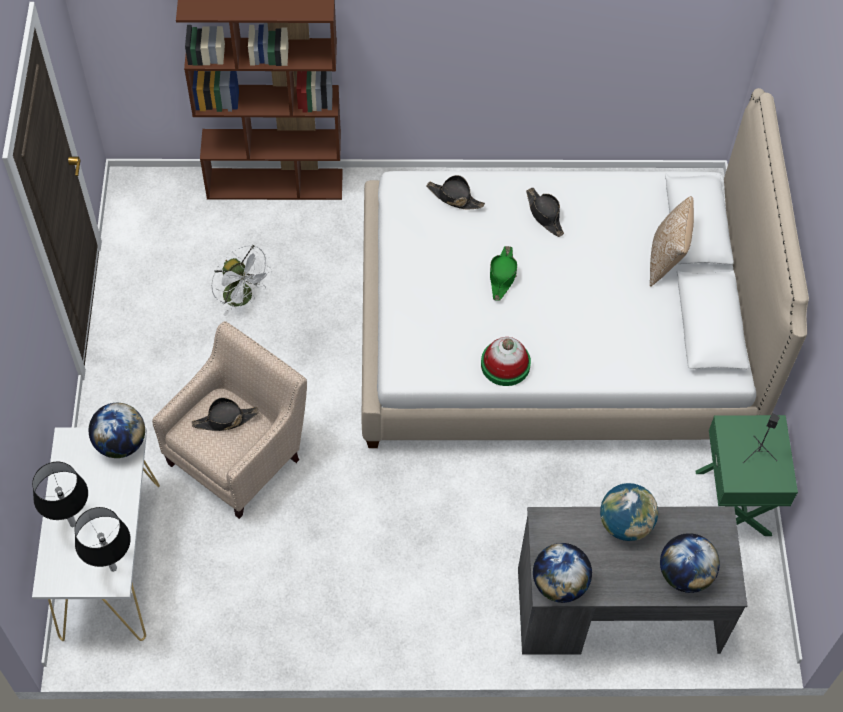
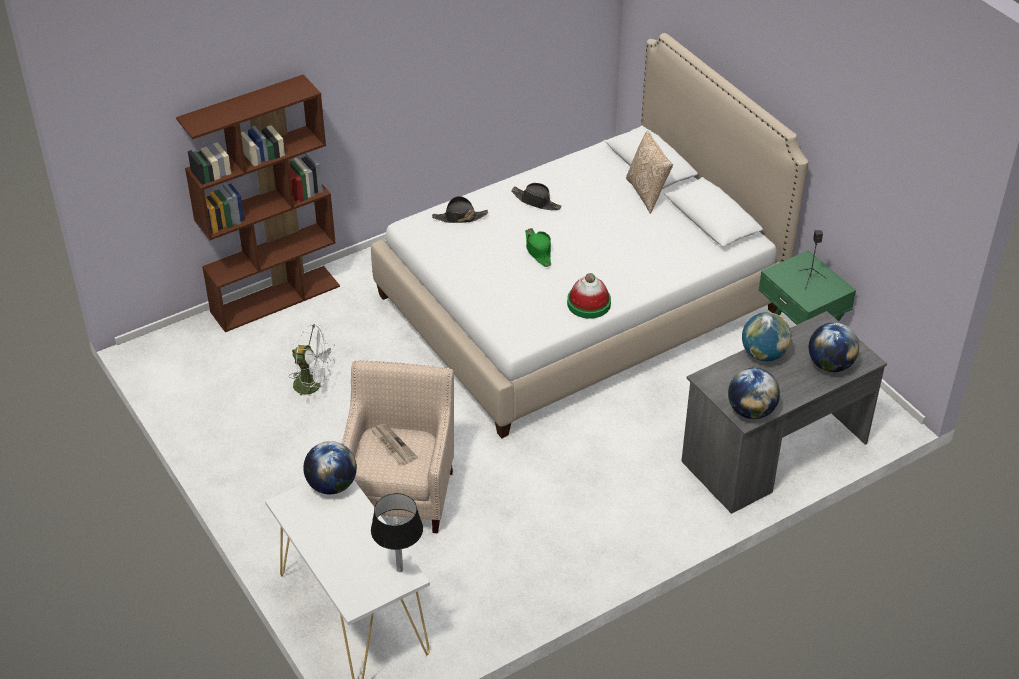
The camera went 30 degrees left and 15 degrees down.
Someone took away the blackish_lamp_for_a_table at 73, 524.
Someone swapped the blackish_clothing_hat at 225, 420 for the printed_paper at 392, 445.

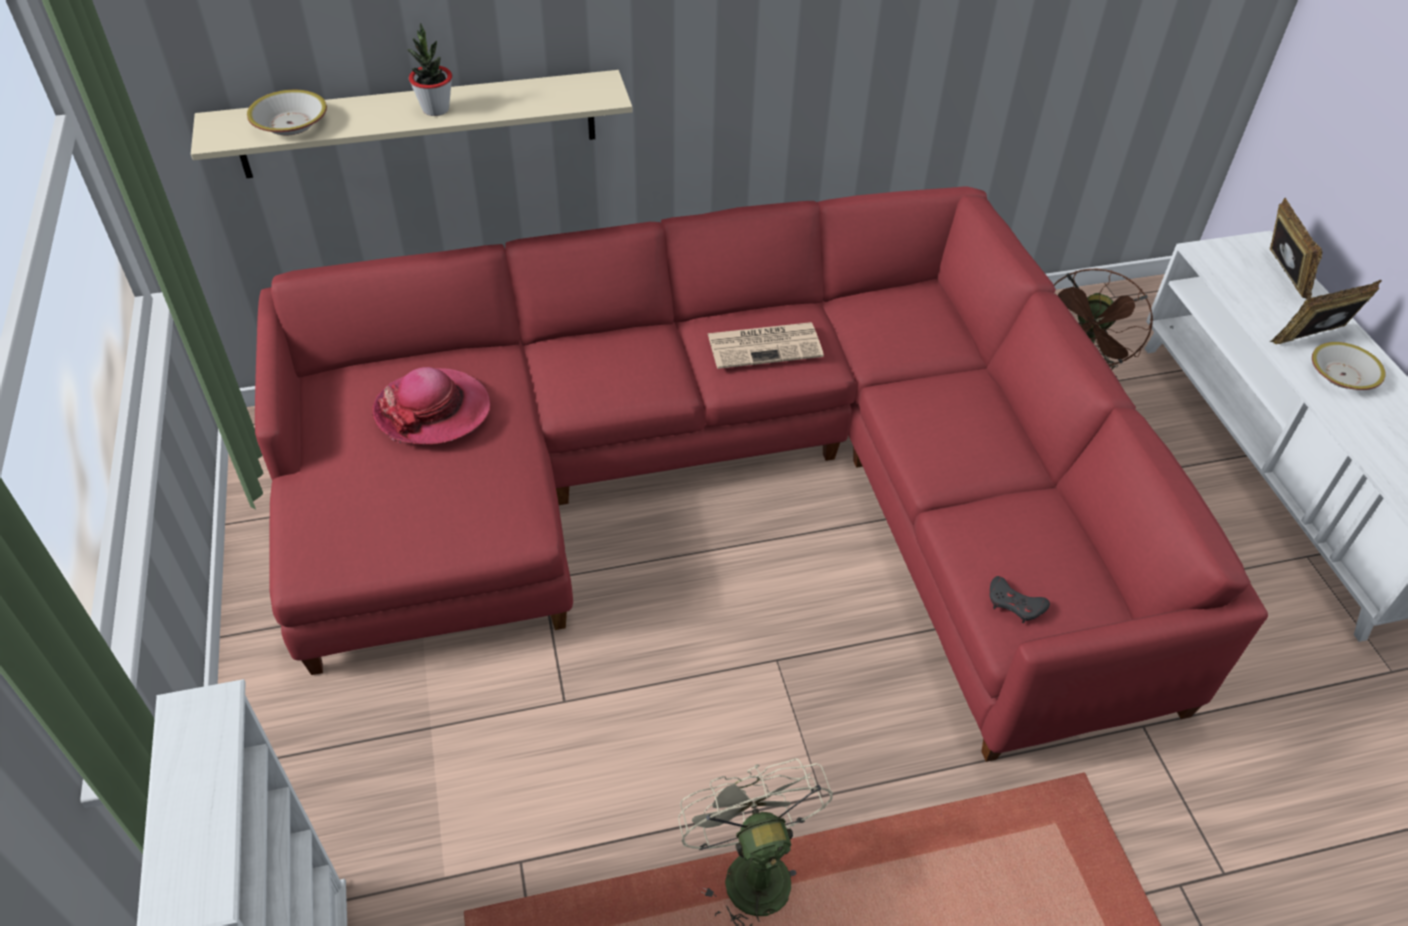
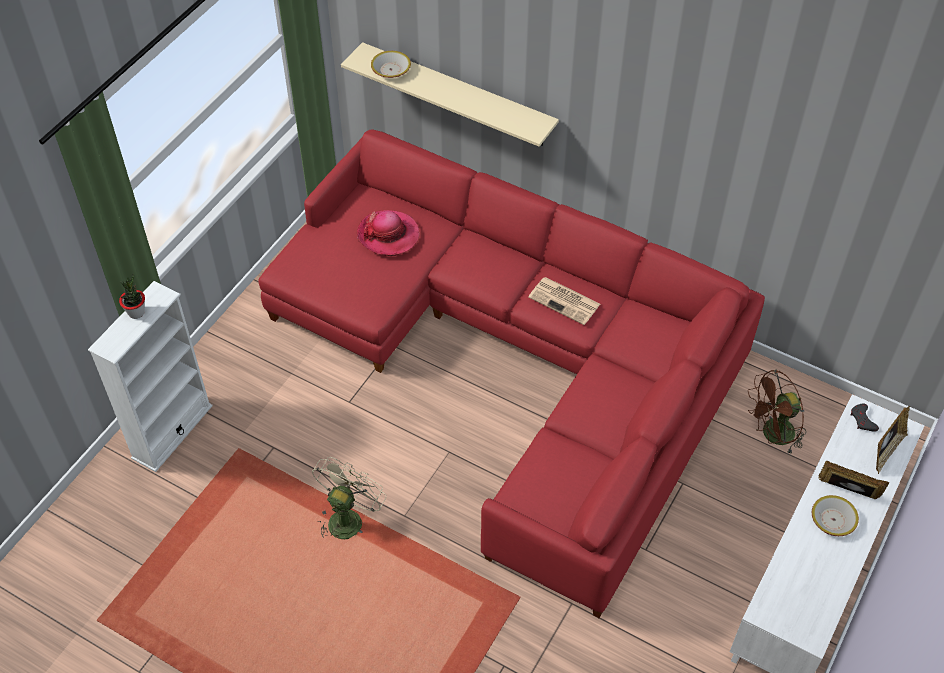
The camera went 45 degrees right and 5 degrees up.
Someone carried the potted_plant from 435, 109 to 136, 312.
Someone carried the grey_gamepad from 1015, 604 to 863, 420.

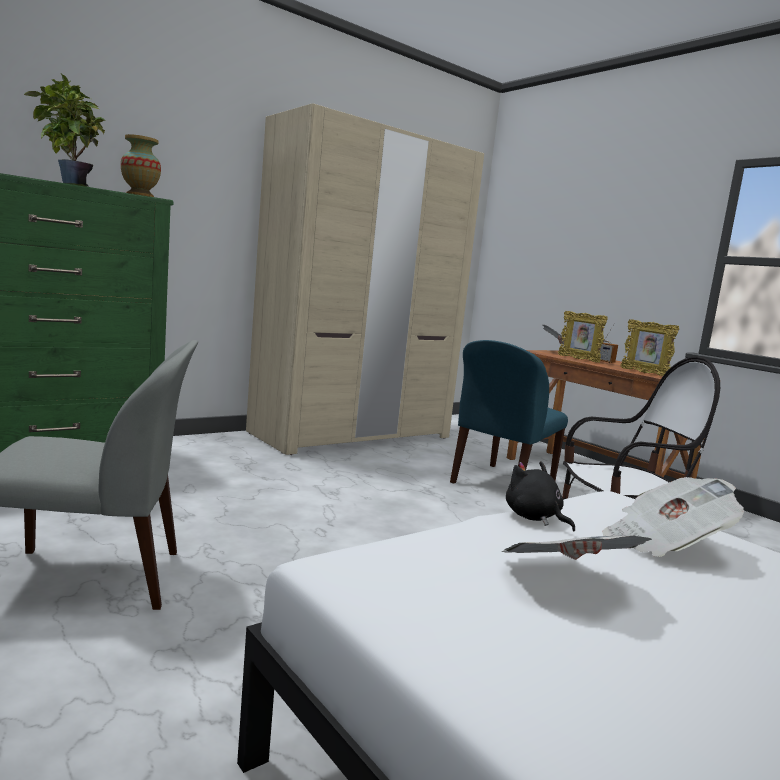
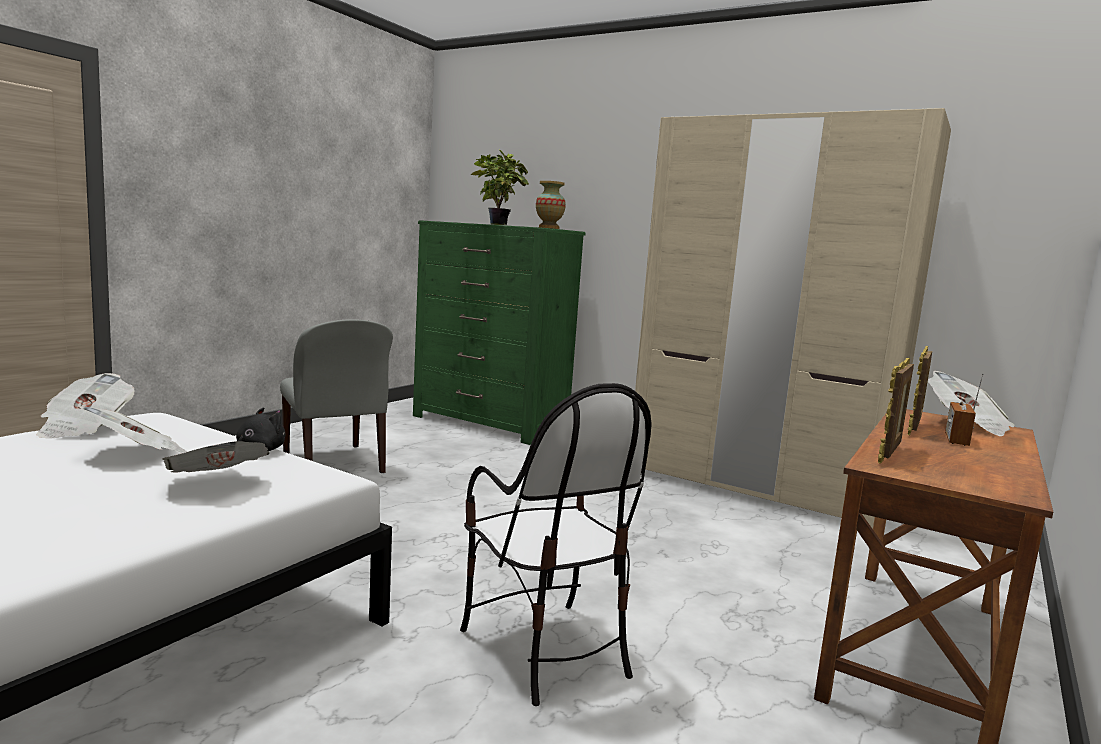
The camera went 70 degrees right and 0 degrees up.
Someone took away the blue_plain_chair at 501, 484.
Someone put down the printed_paper at 84, 428.

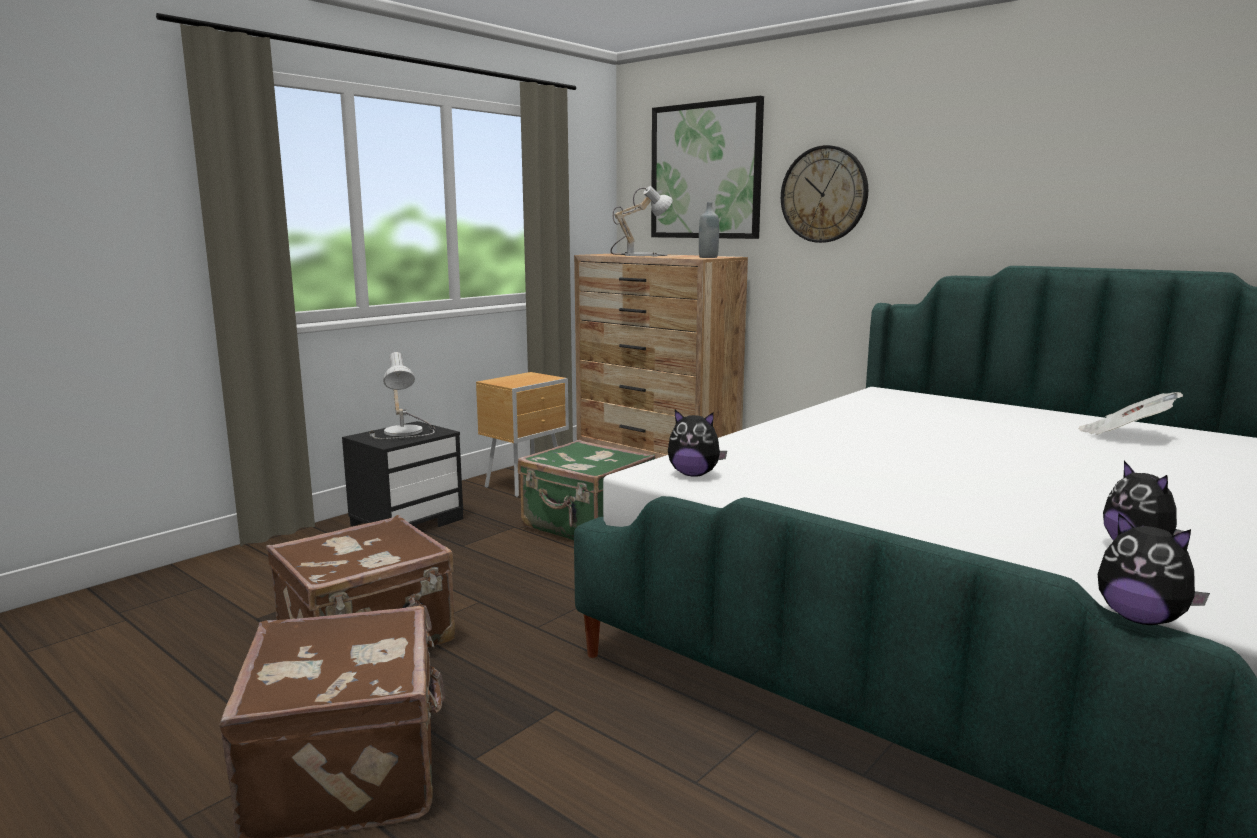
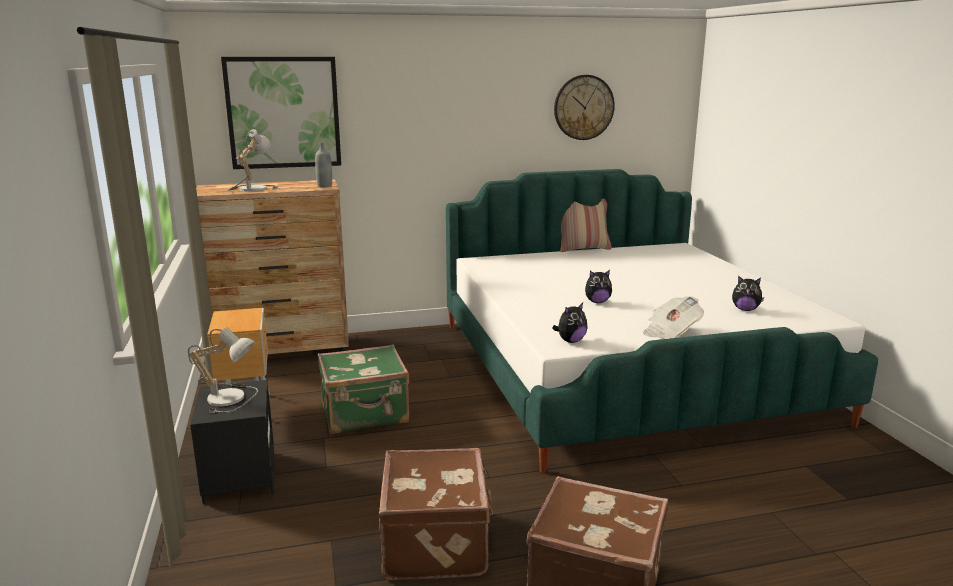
The camera went 55 degrees left and 5 degrees up.
Someone put down the pillow at 583, 249.
Someone carried the wall_clock from 824, 194 to 583, 107.
Someone carried the printed_paper from 1124, 436 to 670, 332.
Someone carried the cuddly_toy from 1141, 619 to 597, 302.

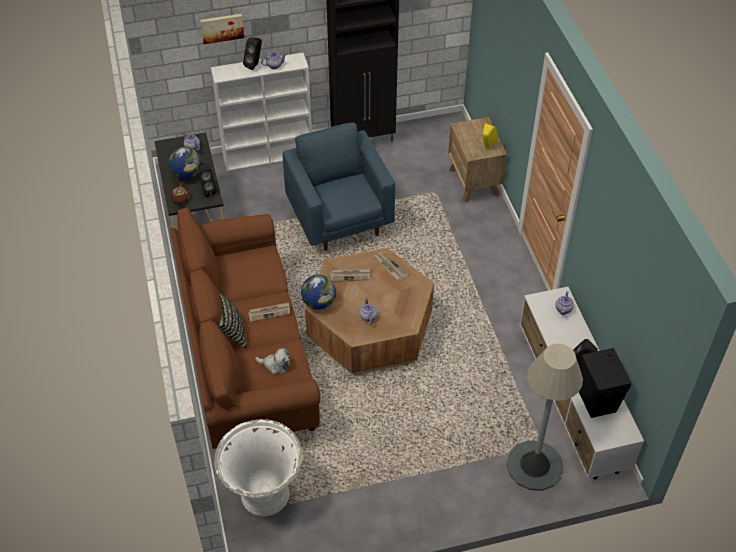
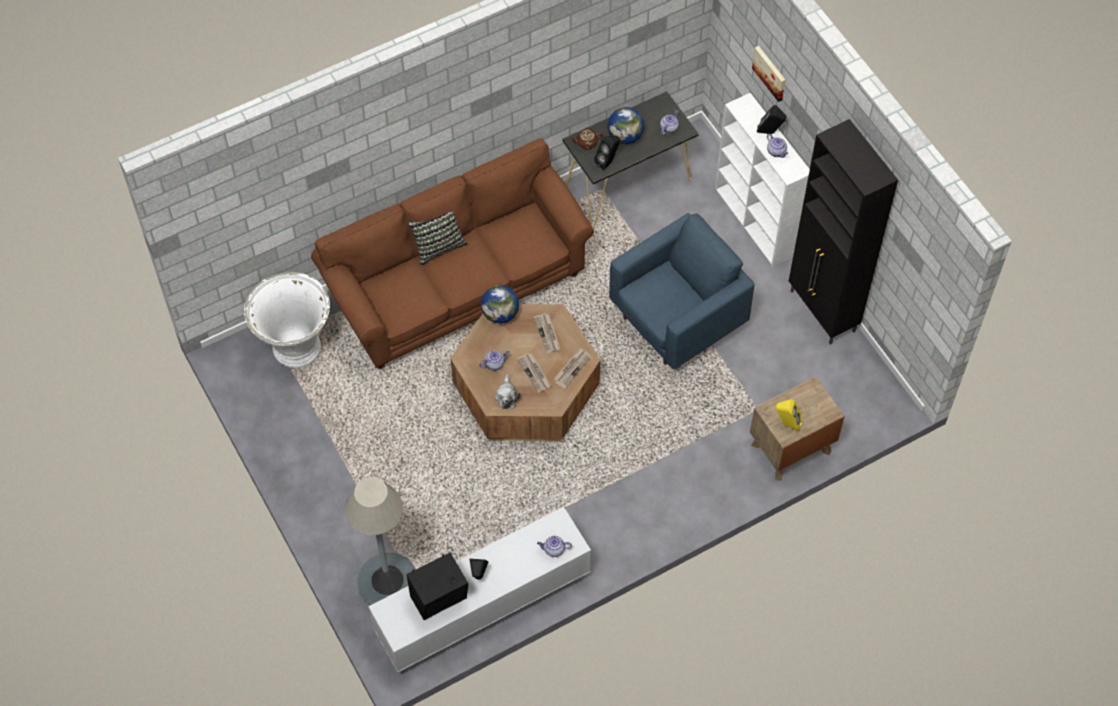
The camera went 75 degrees right and 10 degrees up.
Someone carried the printed_paper from 269, 312 to 534, 373.
Someone carried the cuddly_toy from 275, 365 to 507, 396.

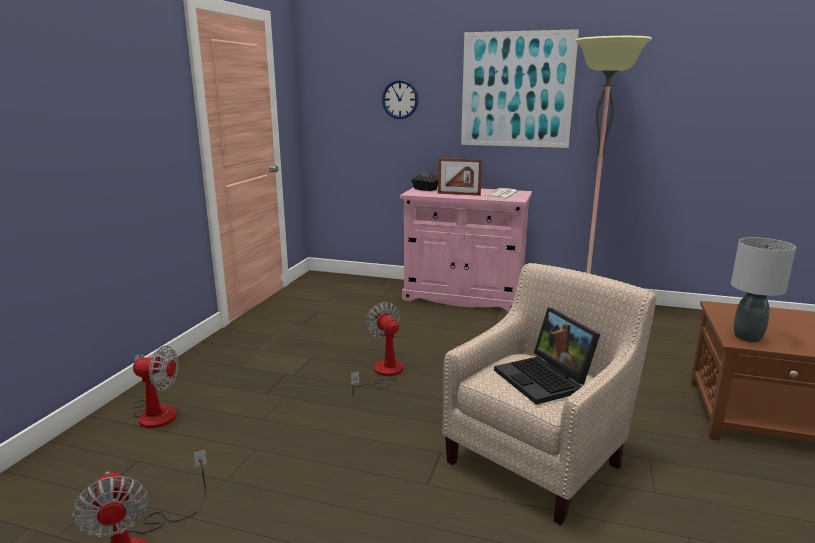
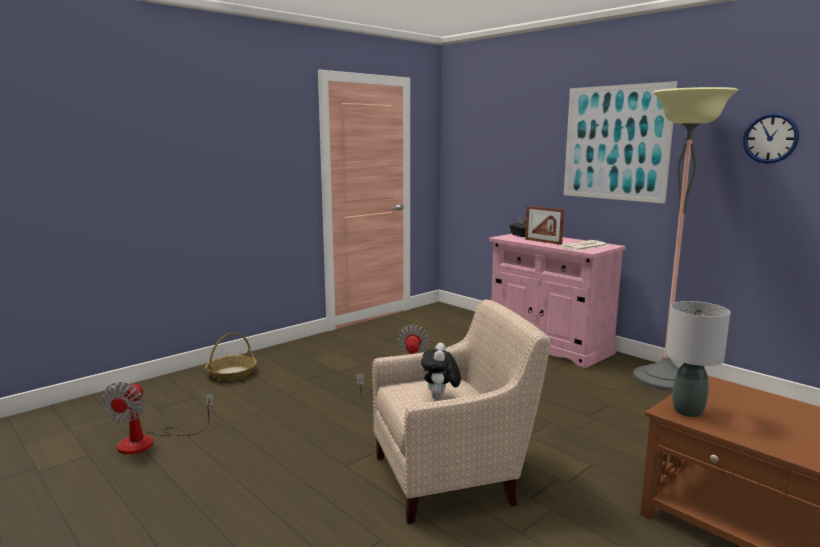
The camera went 30 degrees right and 5 degrees down.
Someone carried the wall_clock from 400, 99 to 770, 138.
Someone swapped the cooling_fan at 155, 411 for the basket at 232, 373.
Someone swapped the portable_computer at 545, 380 for the cuddly_toy at 440, 398.

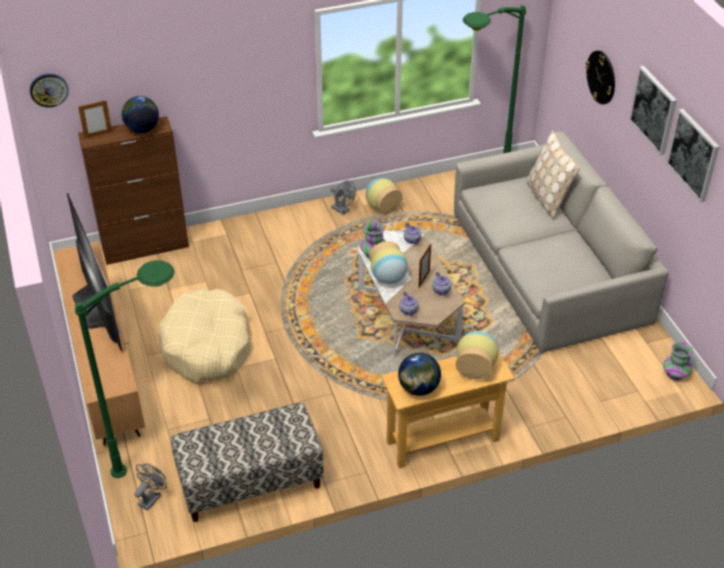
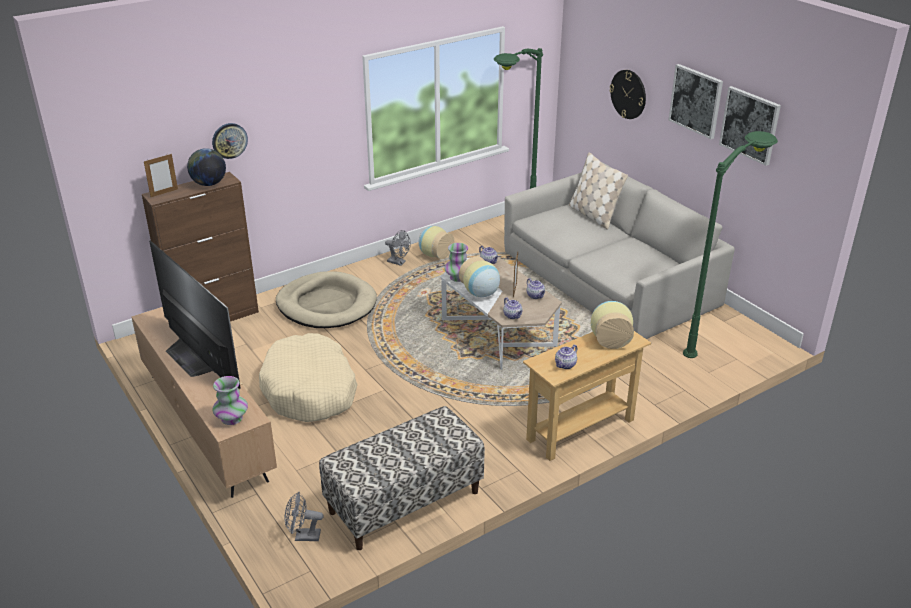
The camera went 15 degrees left and 10 degrees down.
Someone put down the beige_pet_bed at 326, 304.
Someone carried the wall_clock from 49, 89 to 229, 140.
Someone carried the green_floor_lamp from 166, 452 to 715, 336.
Someone carried the flower_vase from 675, 374 to 232, 418.
Someone swapped the world_globe at 418, 388 for the teapot at 565, 365.
Someone rotated the grey_cooling_fan at 151, 497 by 105 degrees counterclockwise.

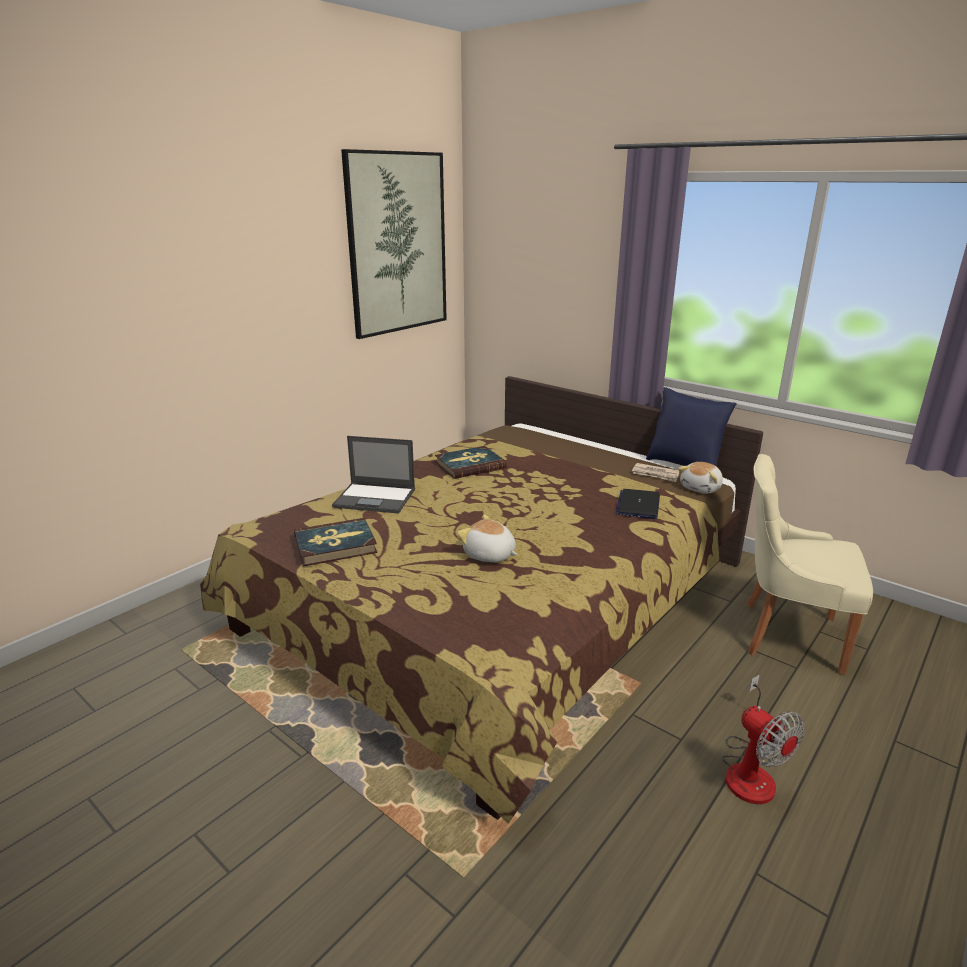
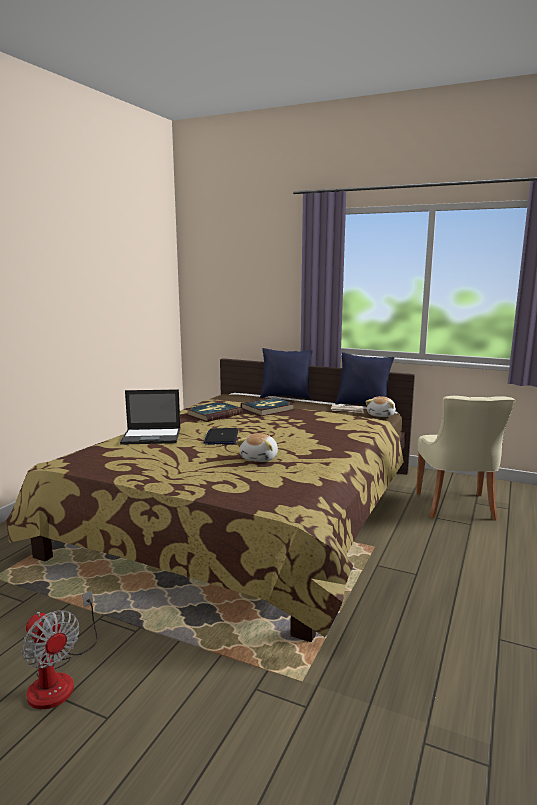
The camera went 15 degrees left and 10 degrees down.
Someone took away the wall_picture at 397, 244.
Someone put down the blue_pillow at 285, 397.
Someone carried the book from 335, 545 to 268, 409.
Someone carried the portable_computer from 638, 505 to 221, 437.
Someone carried the cooling_fan from 750, 770 to 59, 679.
Someone rotated the cuddly_toy at 489, 555 by 90 degrees counterclockwise.
Someone rotated the beige_plain_chair at 786, 634 by 90 degrees counterclockwise.

